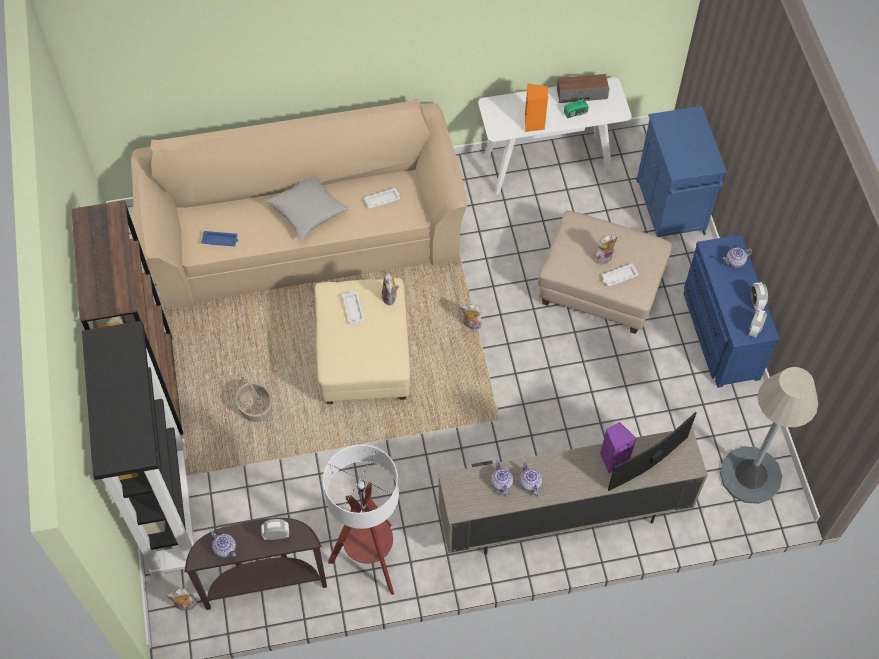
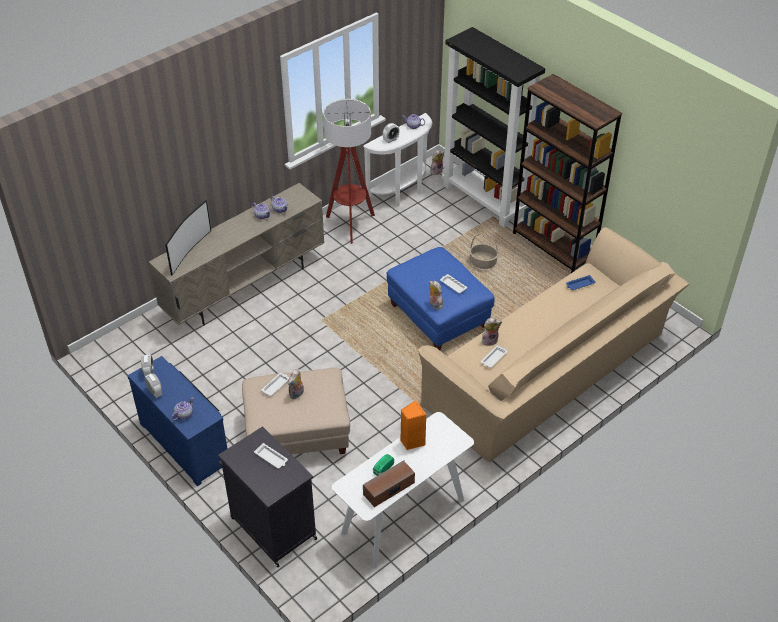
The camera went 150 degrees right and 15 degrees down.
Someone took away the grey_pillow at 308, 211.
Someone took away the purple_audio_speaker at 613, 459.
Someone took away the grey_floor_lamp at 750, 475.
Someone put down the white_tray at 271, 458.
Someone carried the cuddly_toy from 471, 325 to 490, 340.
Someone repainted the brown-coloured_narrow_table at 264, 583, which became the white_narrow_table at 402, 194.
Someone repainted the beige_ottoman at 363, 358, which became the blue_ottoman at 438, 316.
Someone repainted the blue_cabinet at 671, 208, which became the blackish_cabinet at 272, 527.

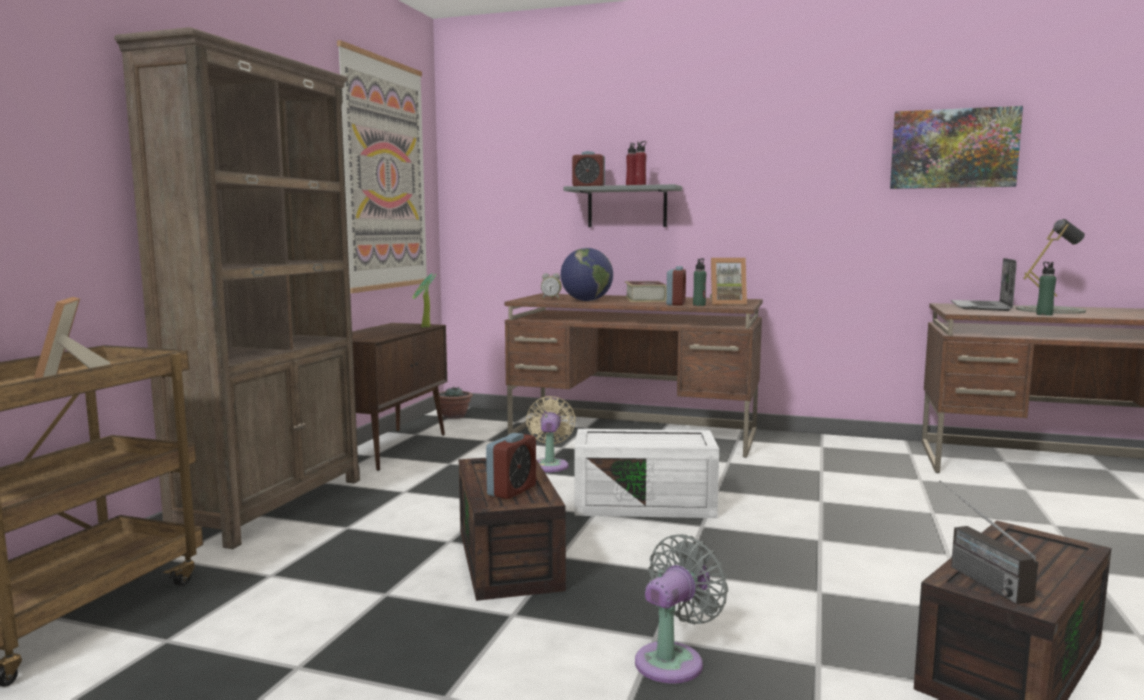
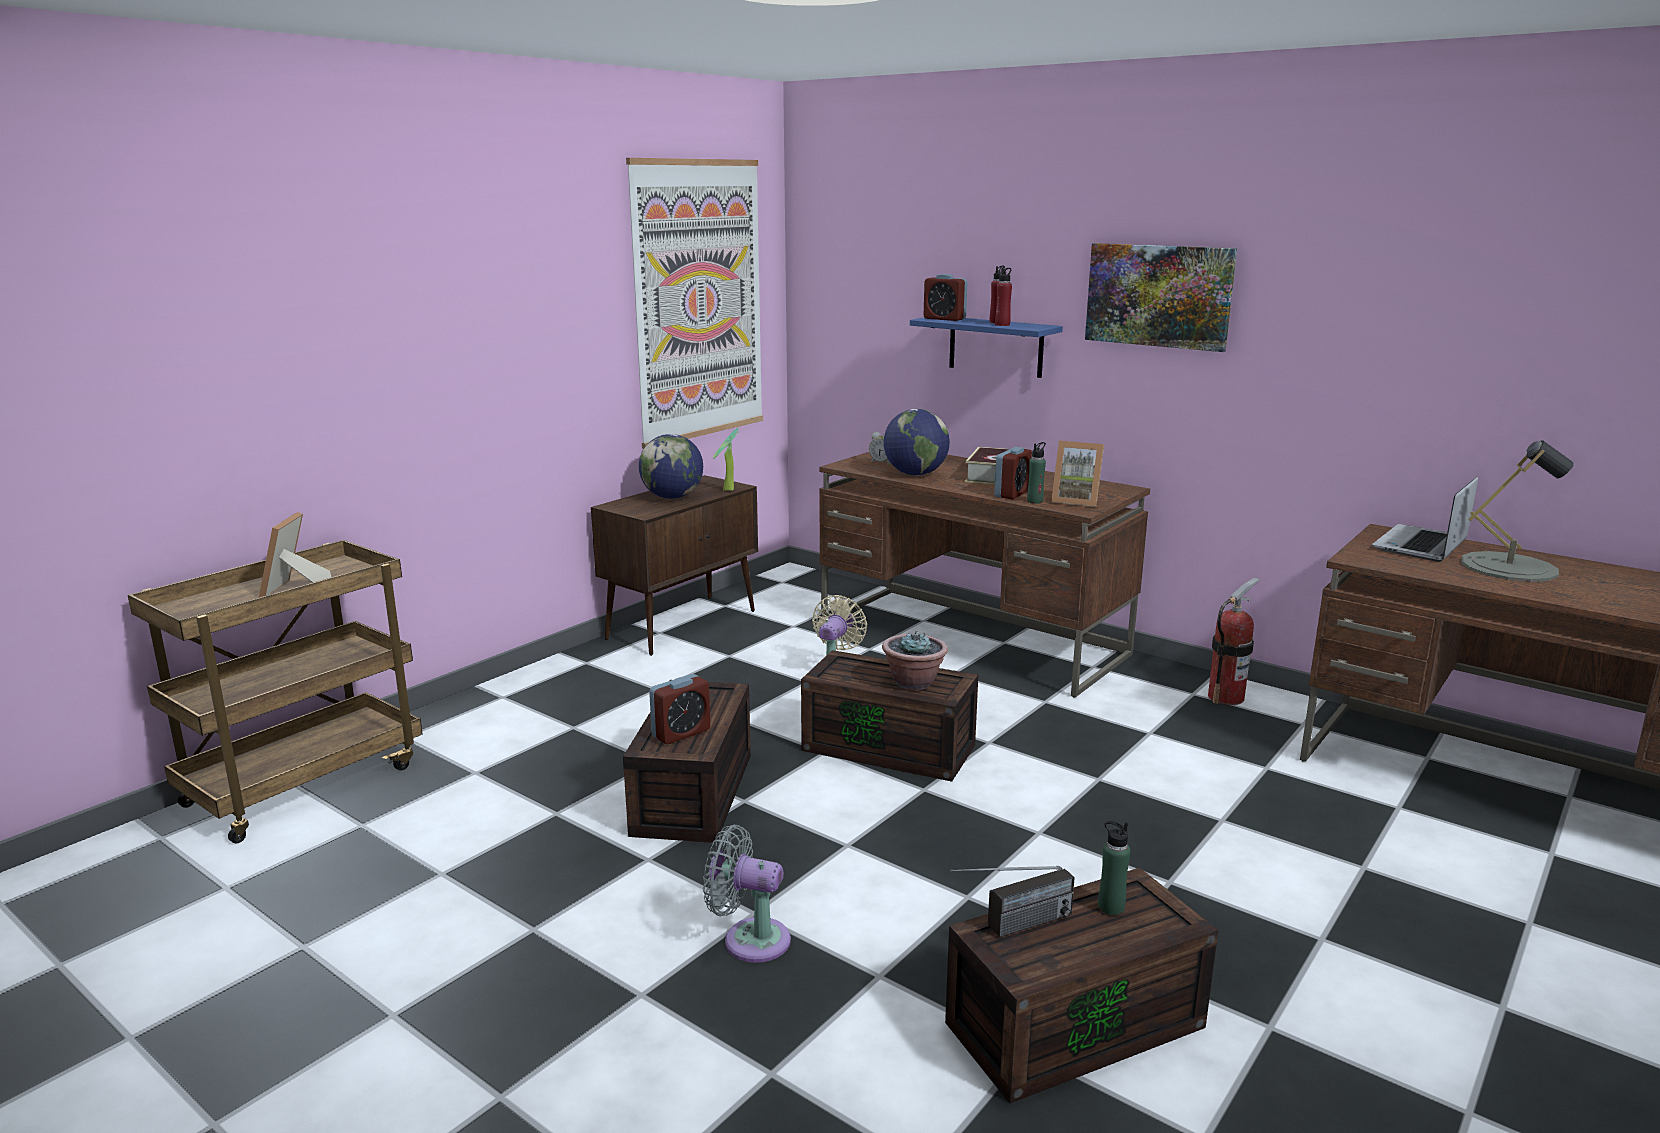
The camera went 20 degrees right and 10 degrees up.
Someone took away the brown-coloured_bookcase at 273, 506.
Someone put down the world_globe at 672, 497.
Someone put down the fire-fighting_cylinder at 1226, 697.
Someone carried the potted_plant from 454, 416 to 913, 682.
Someone carried the wall_picture from 953, 149 to 1159, 295.
Someone carried the green_beverage_bottle from 1044, 314 to 1111, 907.
Someone repainted the grey_bracket_shelf at 627, 207, which became the blue_bracket_shelf at 995, 346.
Someone repainted the white_storage_box at 646, 503, which became the brown-coloured_storage_box at 891, 747.
Someone rotated the grey_cooling_fan at 673, 660 by 135 degrees counterclockwise.
Someone rotated the radio at 971, 574 by 120 degrees counterclockwise.

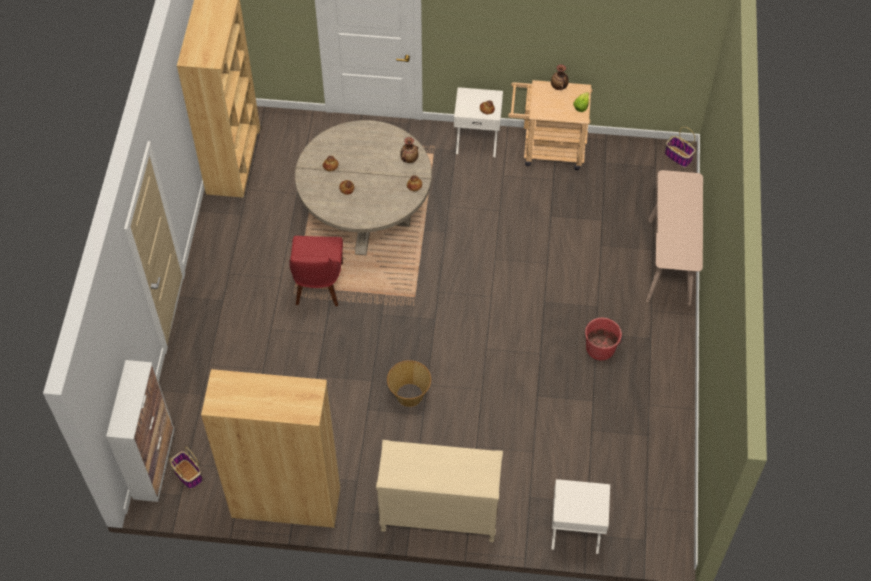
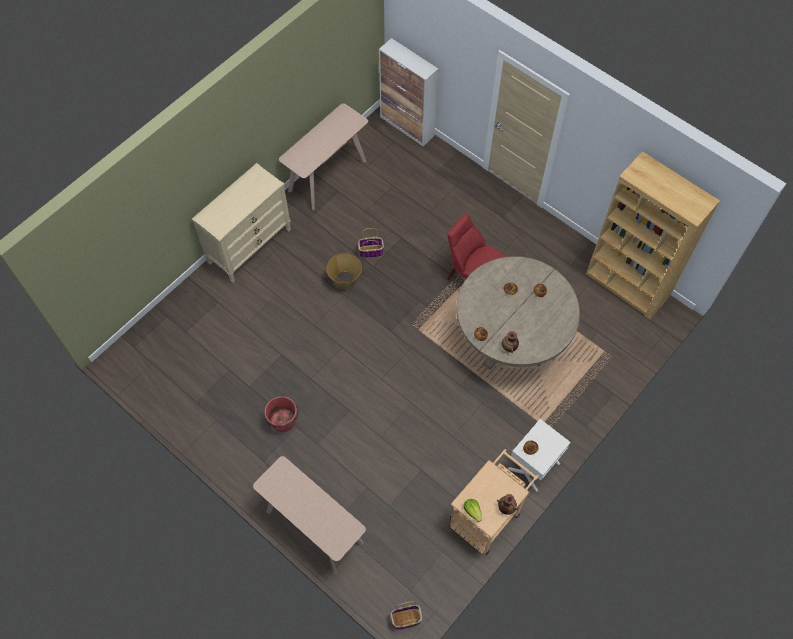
The camera went 125 degrees right and 5 degrees up.
Someone took away the white_nightstand at 576, 531.
Someone carried the basket from 187, 474 to 371, 251.
Someone swapped the brown-coloured_bookcase at 285, 501 for the beige_narrow_table at 327, 175.

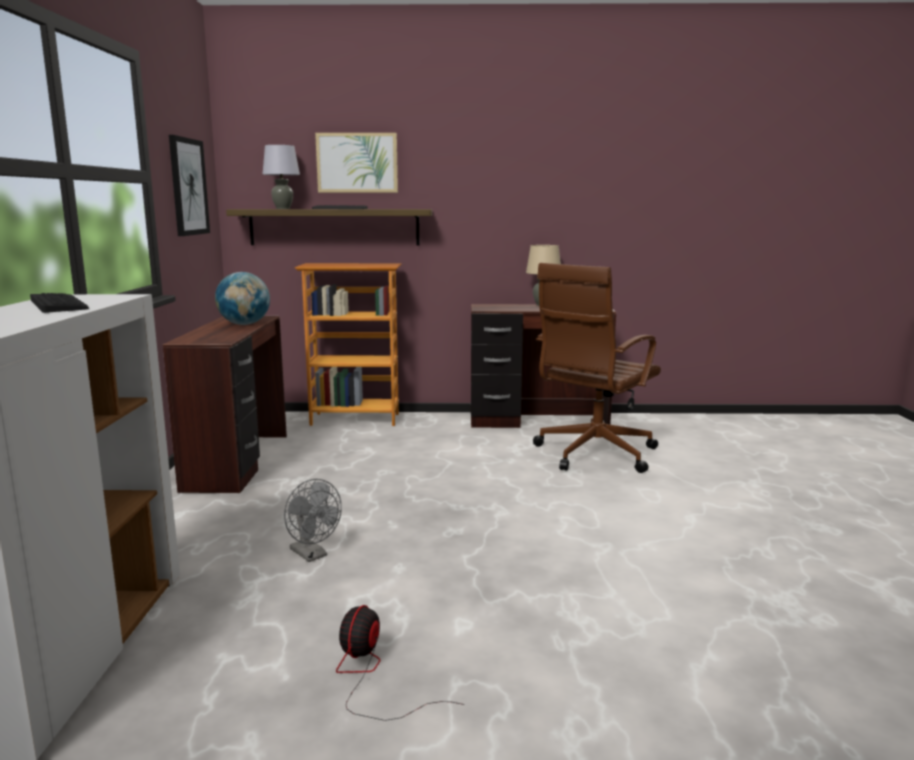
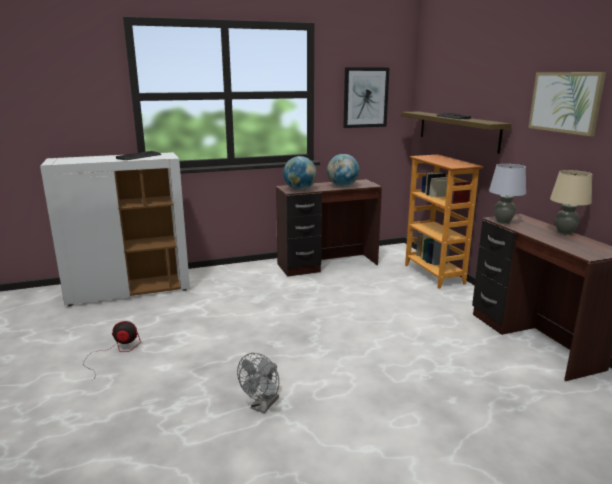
The camera went 70 degrees right and 5 degrees up.
Someone took away the brown-coloured_computer_chair at 593, 454.
Someone put down the world_globe at 300, 189.
Someone carried the grey_lamp_for_a_table from 283, 209 to 503, 222.
Someone carried the grey_cooling_fan from 312, 555 to 262, 406.
Someone carried the wall_picture from 357, 163 to 565, 102.

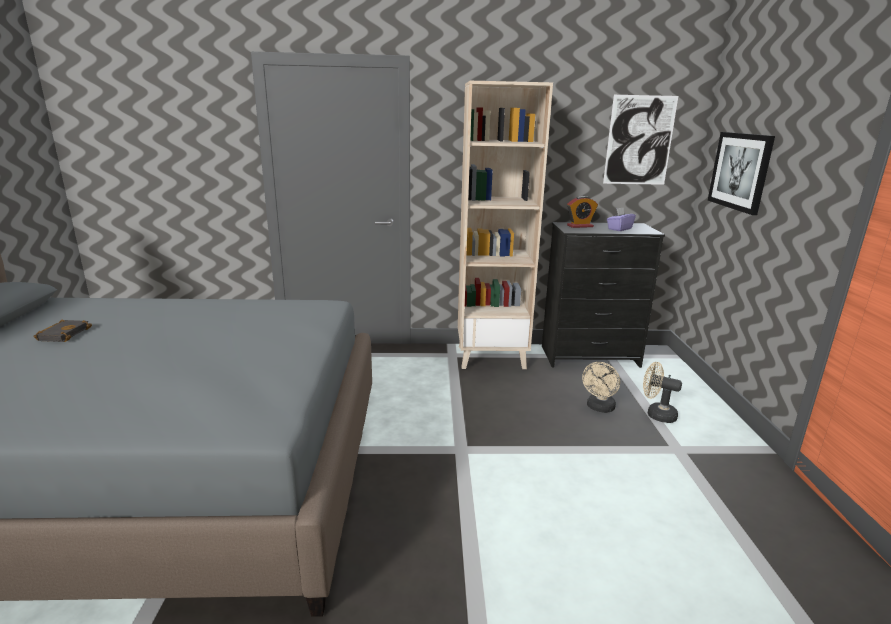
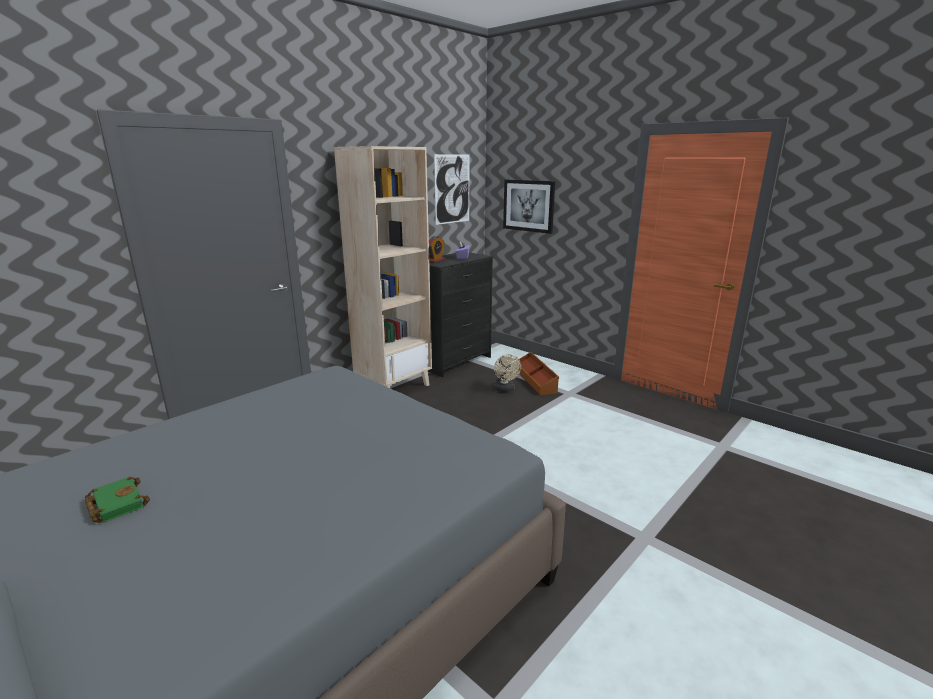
The camera went 45 degrees left and 0 degrees up.
Someone swapped the beige_cooling_fan at 656, 414 for the brown-coloured_storage_box at 535, 380.
Someone repainted the blackish_book at 63, 334, which became the green_book at 115, 503.

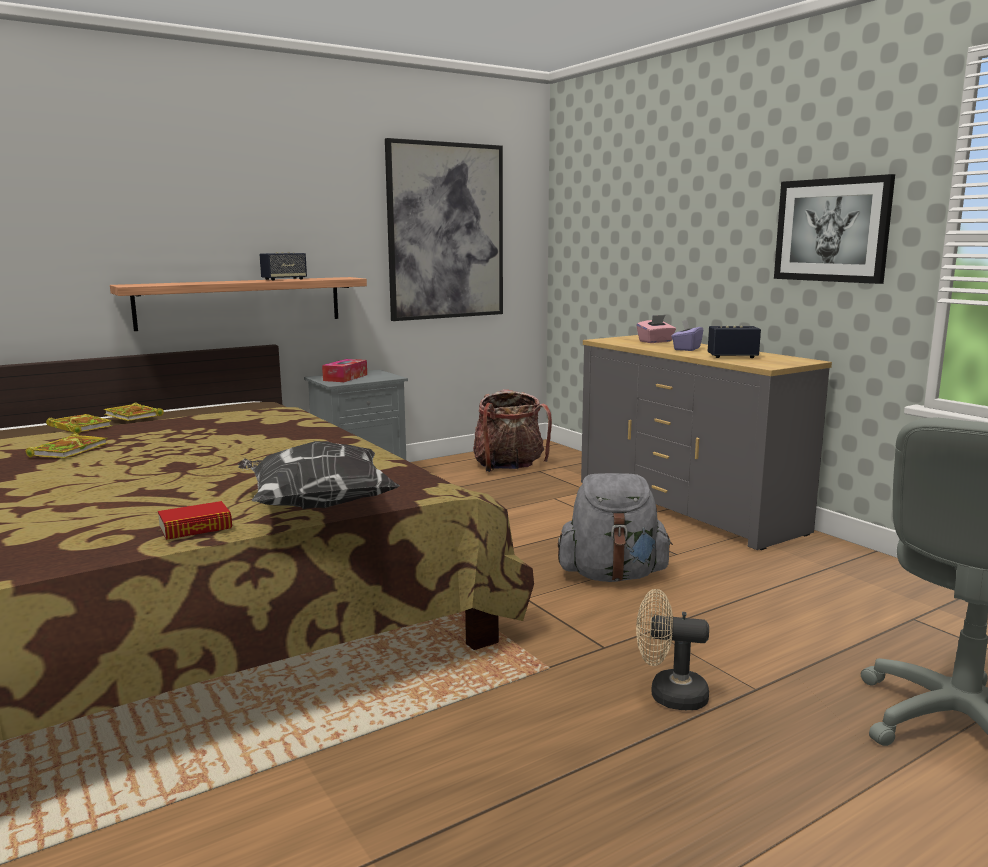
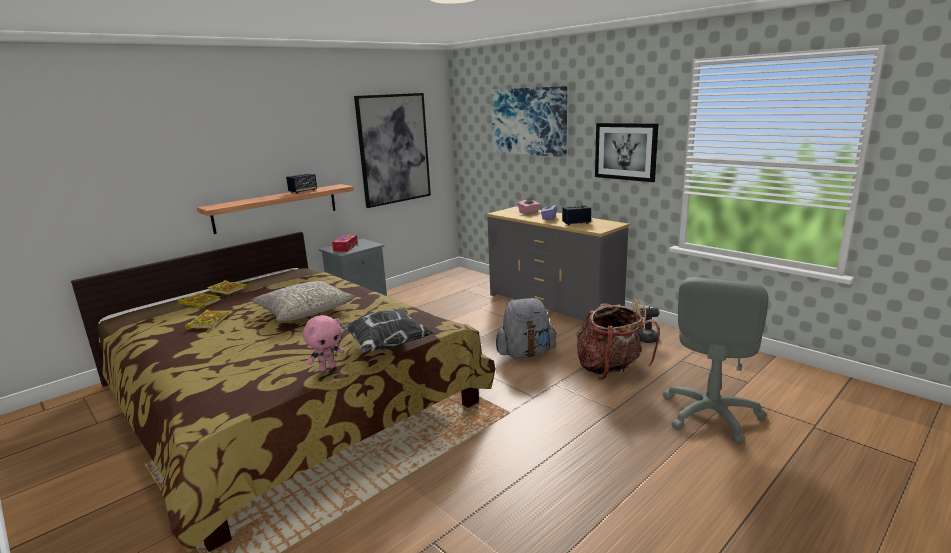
The camera went 10 degrees left and 5 degrees up.
Someone put down the grey_pillow at 305, 311.
Someone put up the wall_picture at 528, 121.
Someone carried the knapsack from 509, 467 to 610, 369.
Someone carried the beige_cooling_fan from 668, 695 to 643, 339.
Someone swapped the book at 195, 528 for the pinkish_cuddly_toy at 327, 368.

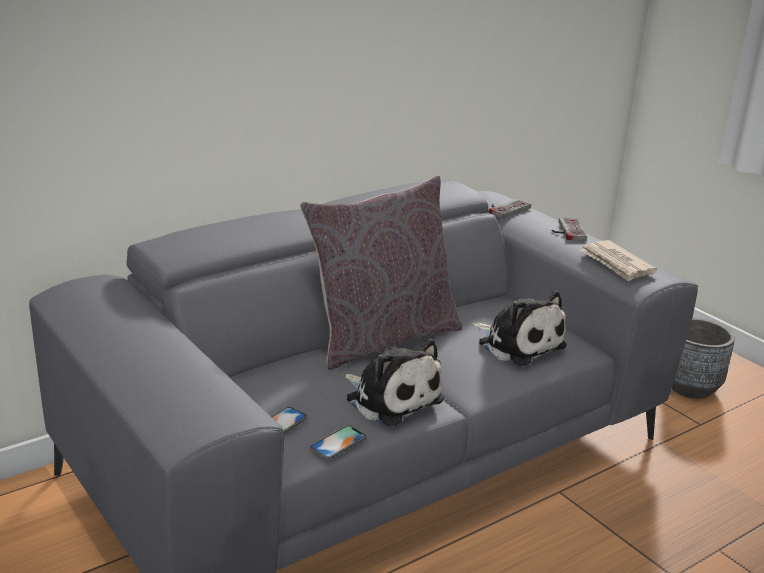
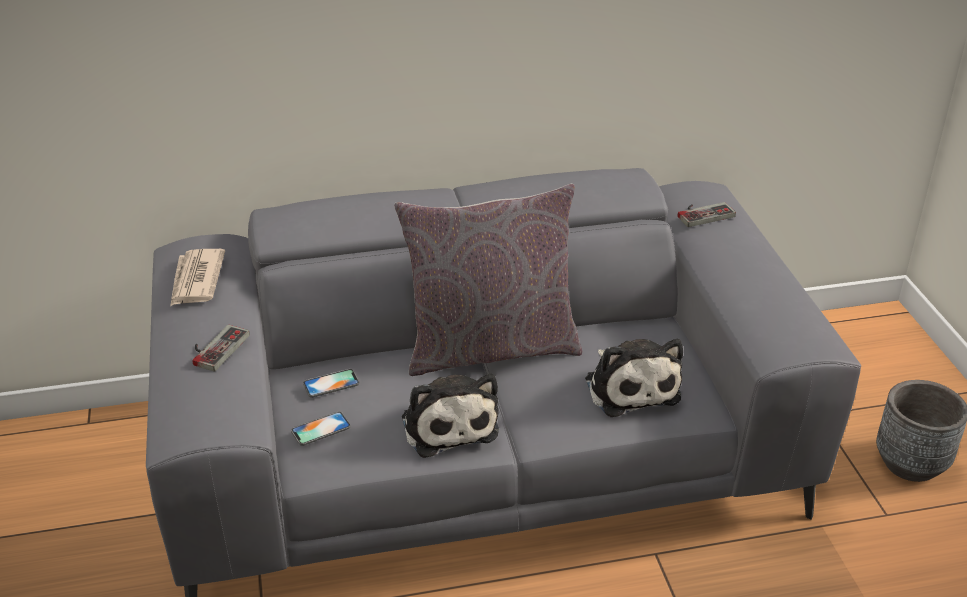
The camera went 25 degrees right and 10 degrees up.
Someone carried the handset from 338, 442 to 331, 383.
Someone carried the gamepad from 566, 230 to 215, 348.
Someone carried the printed_paper from 616, 263 to 196, 280.

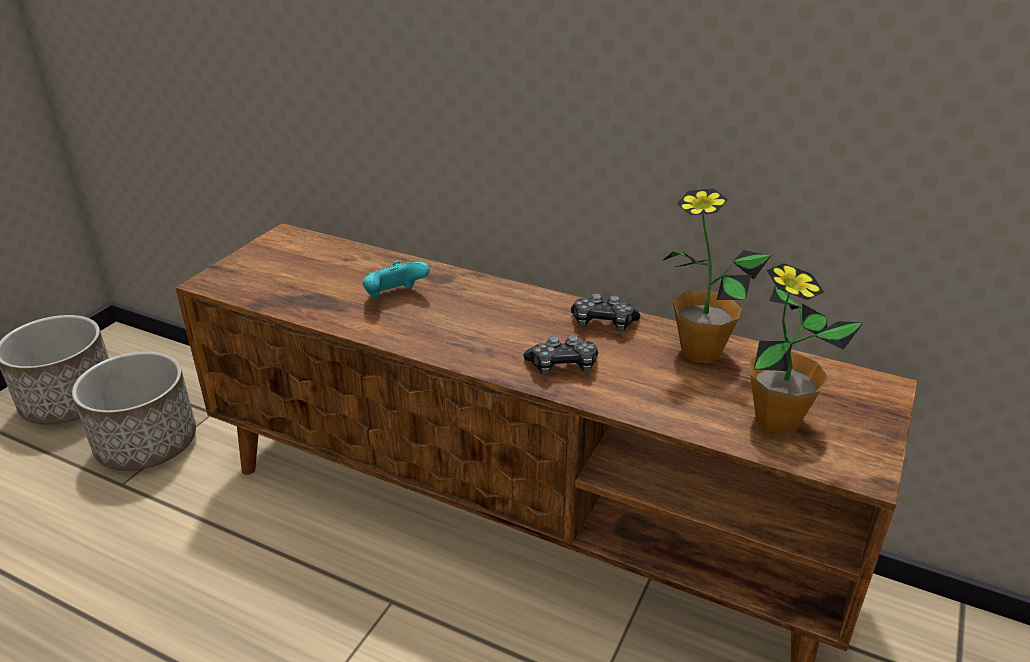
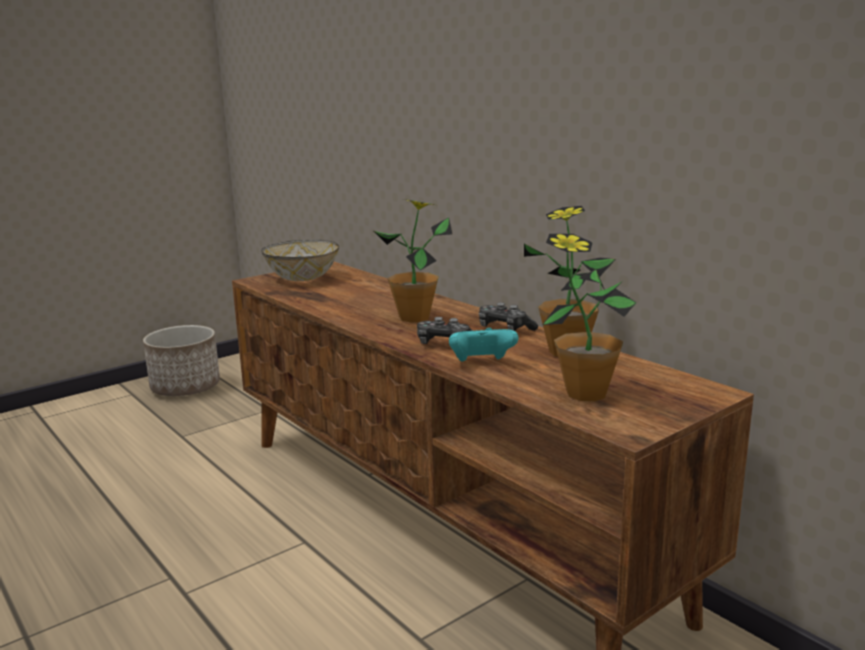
The camera went 25 degrees right and 15 degrees down.
Someone took away the flower_pot at 148, 443.
Someone put down the bowl at 301, 278.
Someone put down the potted_plant at 414, 318.
Someone carried the turquoise_gamepad from 394, 297 to 482, 363.

